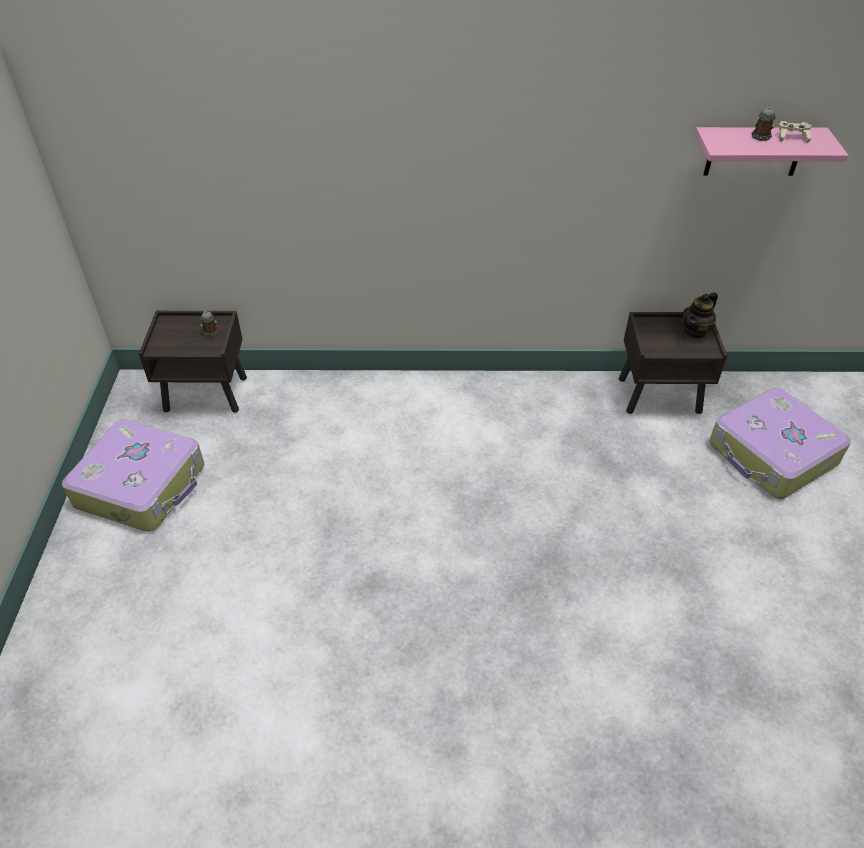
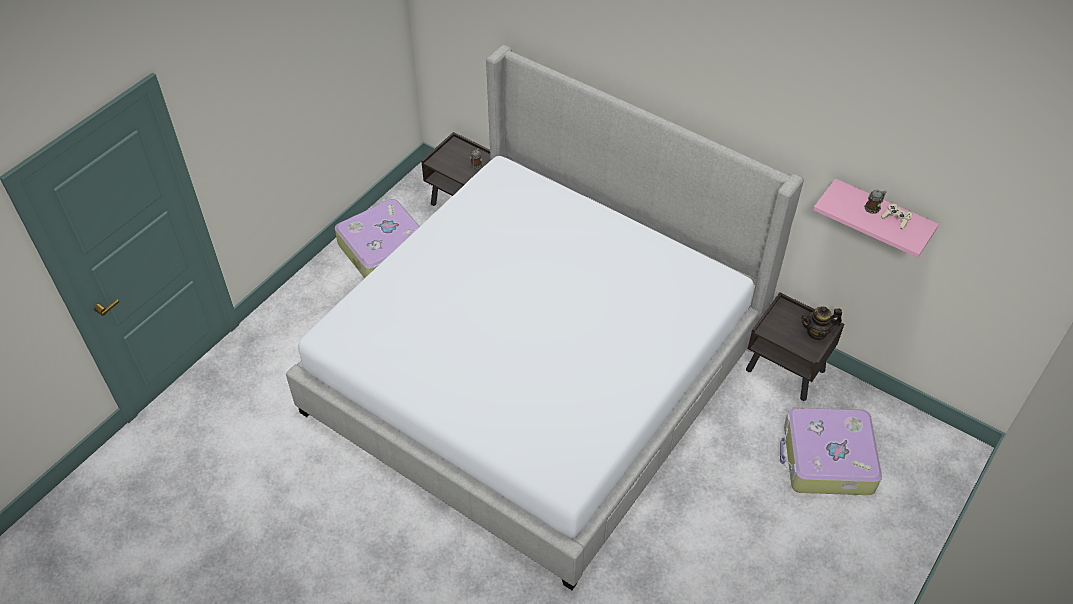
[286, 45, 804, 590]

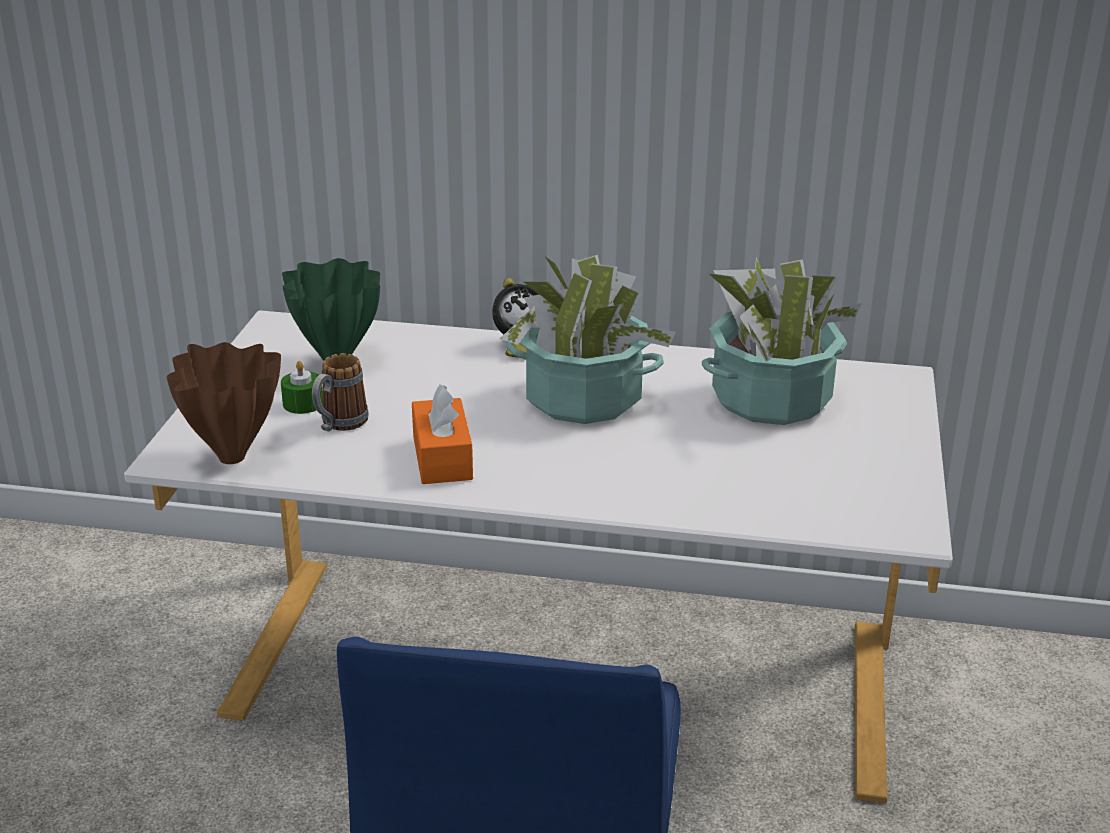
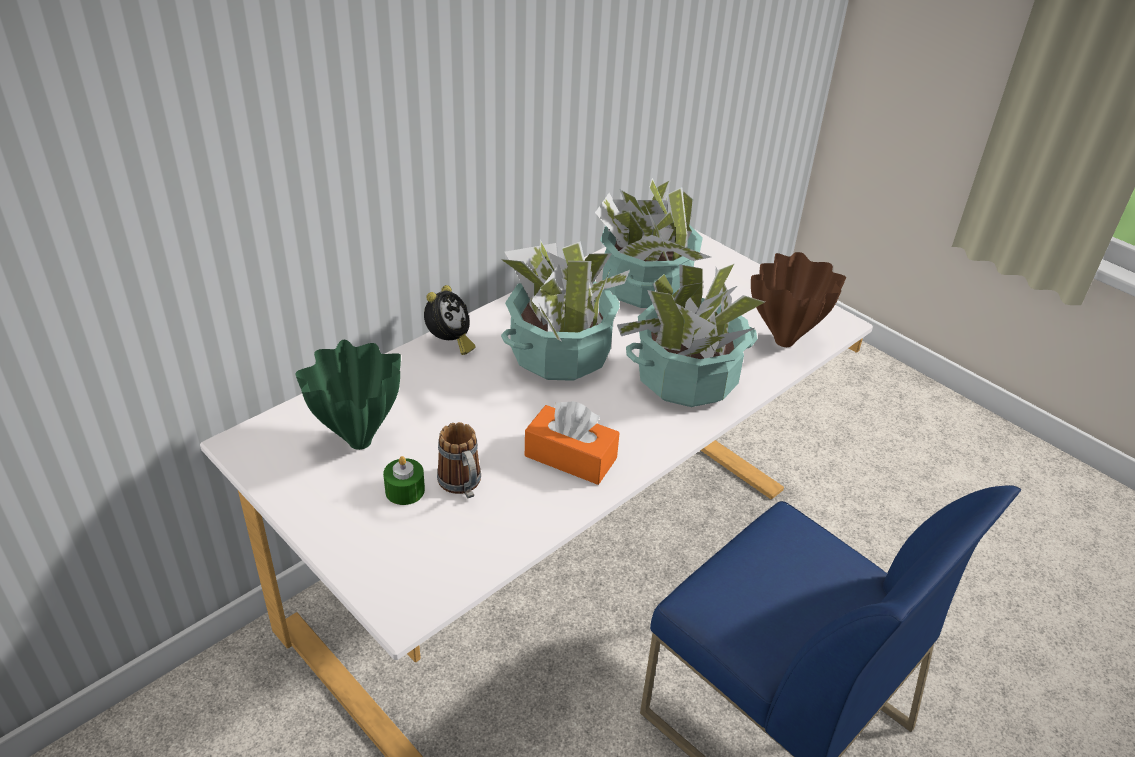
[617, 263, 765, 407]
[751, 252, 846, 347]

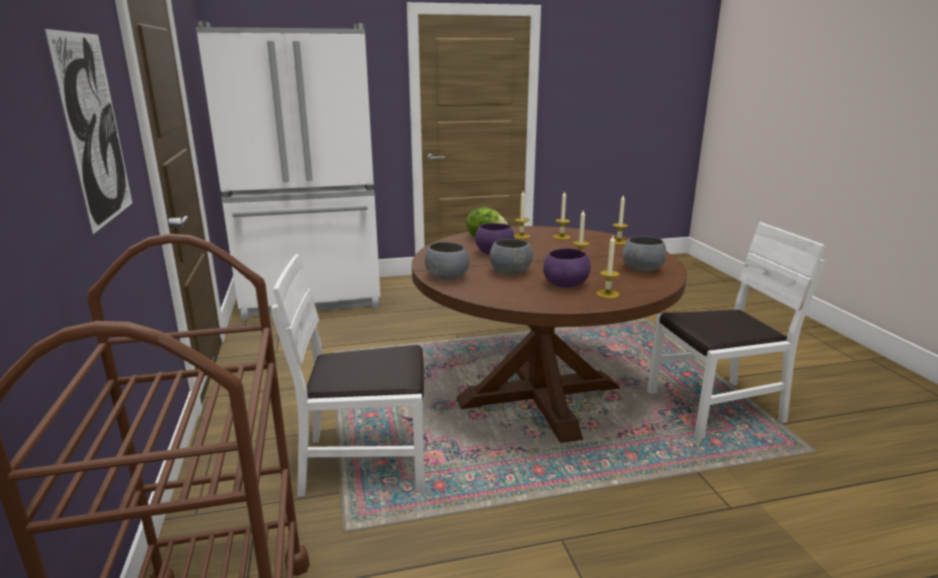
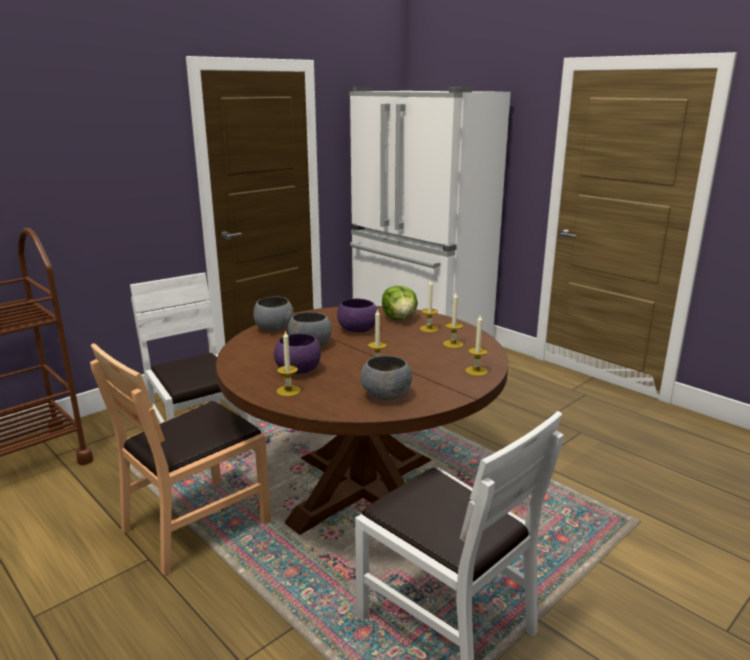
[90, 343, 271, 576]
[45, 29, 132, 234] (first image)

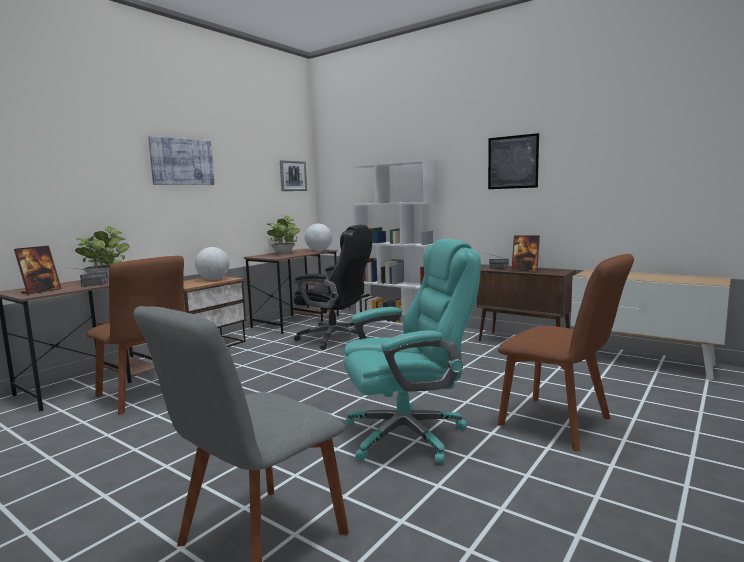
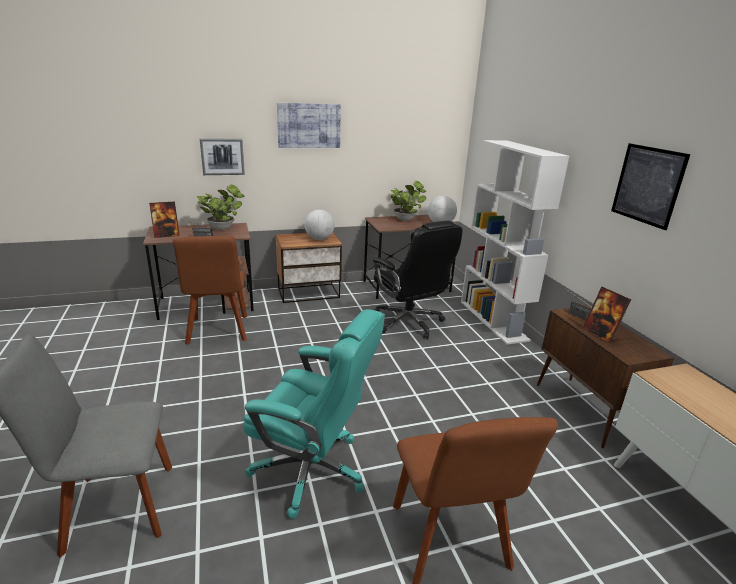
[200, 138, 245, 175]

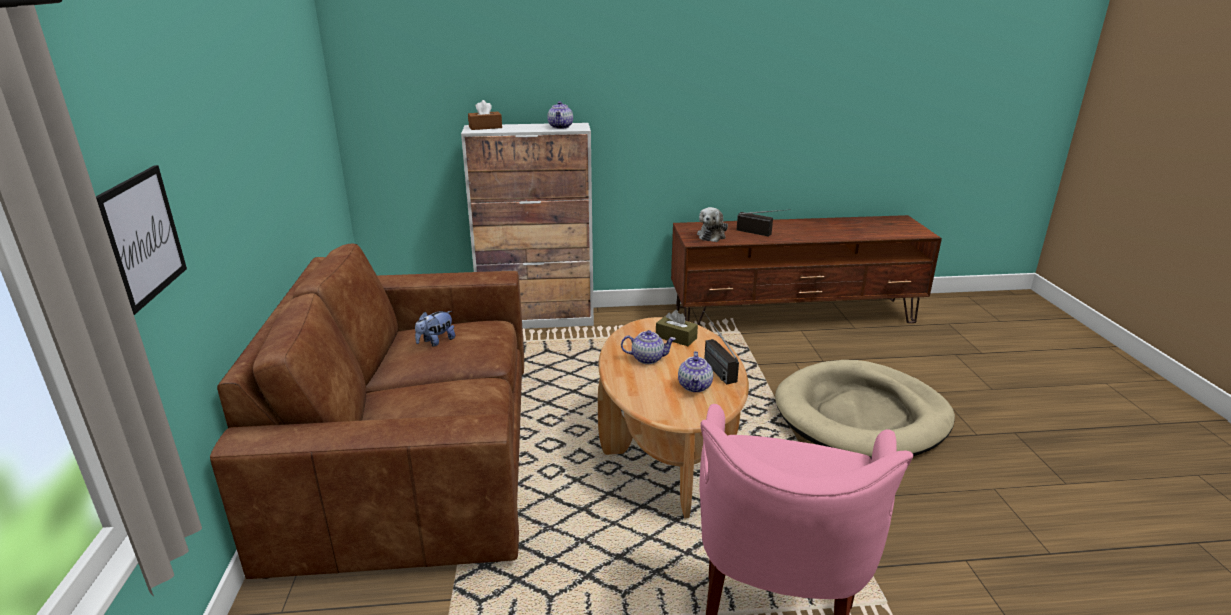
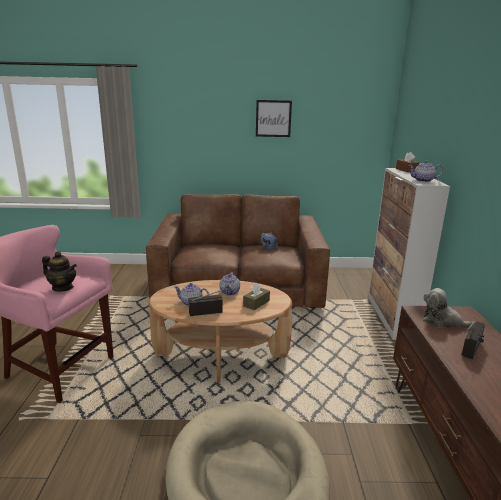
[42, 251, 77, 292]
[256, 100, 292, 137]

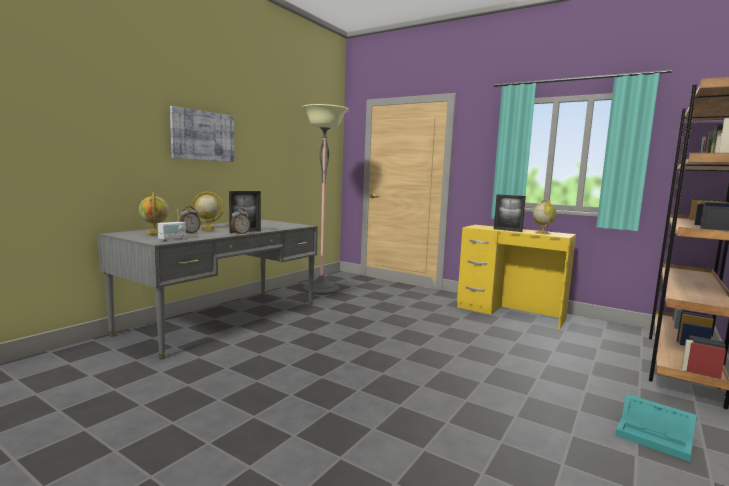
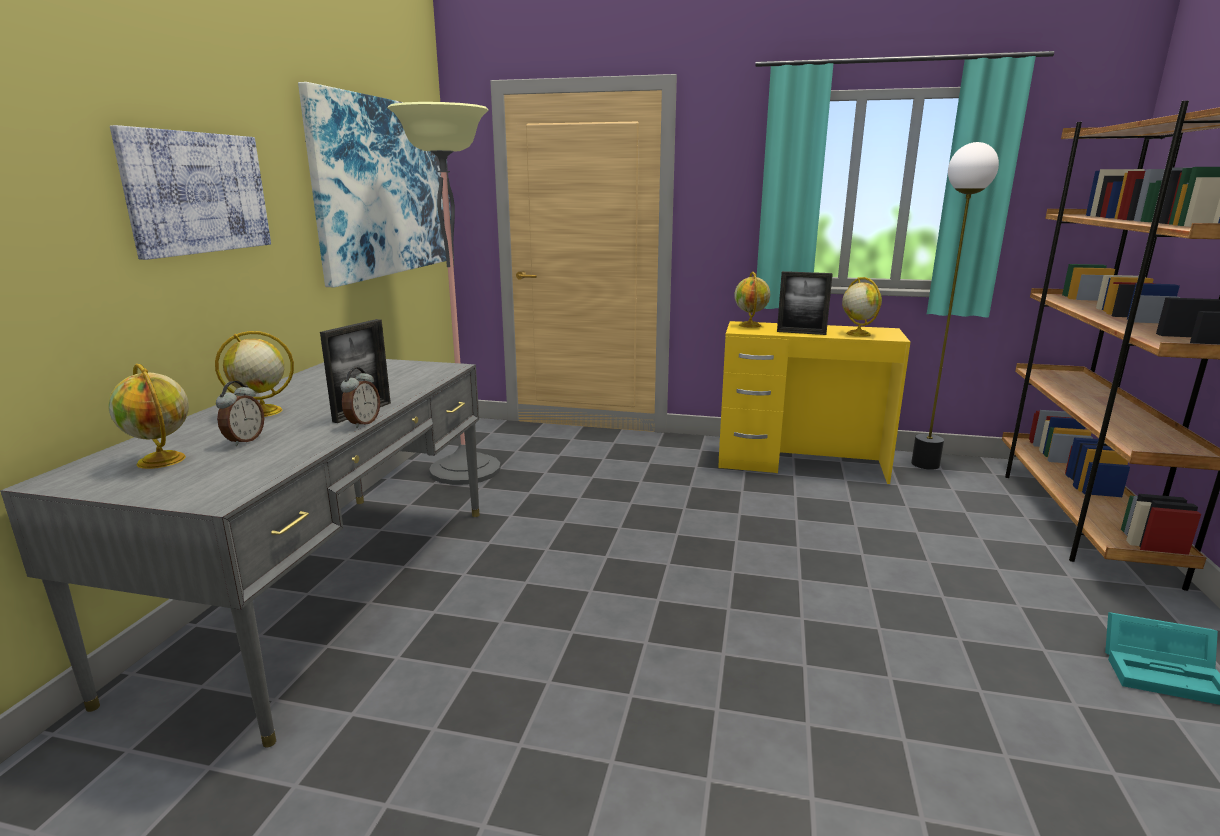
[298, 82, 451, 287]
[734, 272, 770, 328]
[911, 142, 999, 470]
[158, 210, 186, 241] (first image)

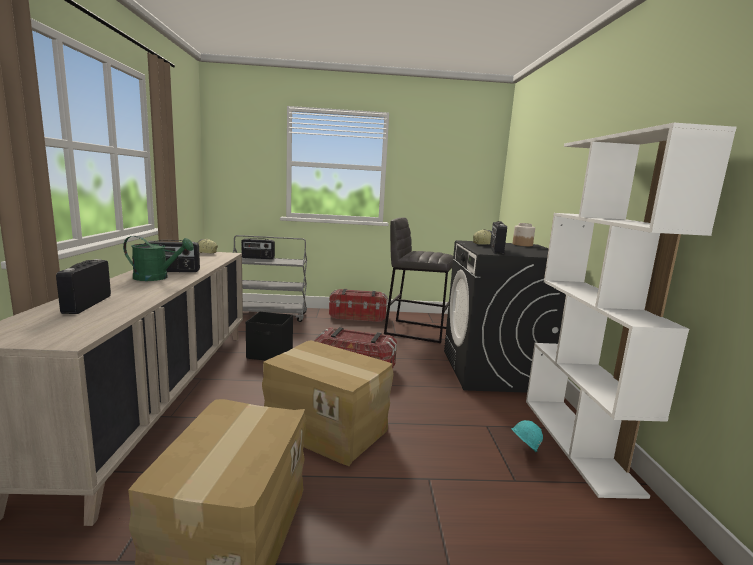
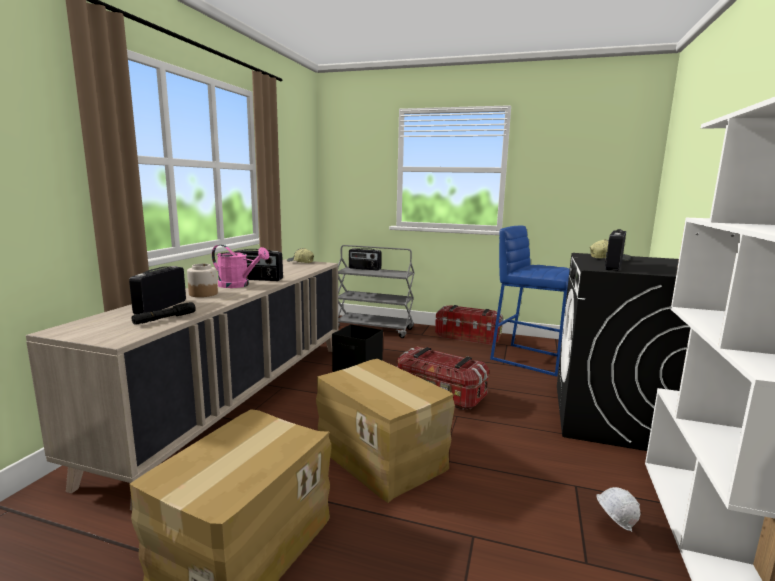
[132, 302, 196, 325]
[187, 264, 218, 297]
[212, 245, 269, 288]
[490, 226, 570, 376]
[596, 487, 640, 532]

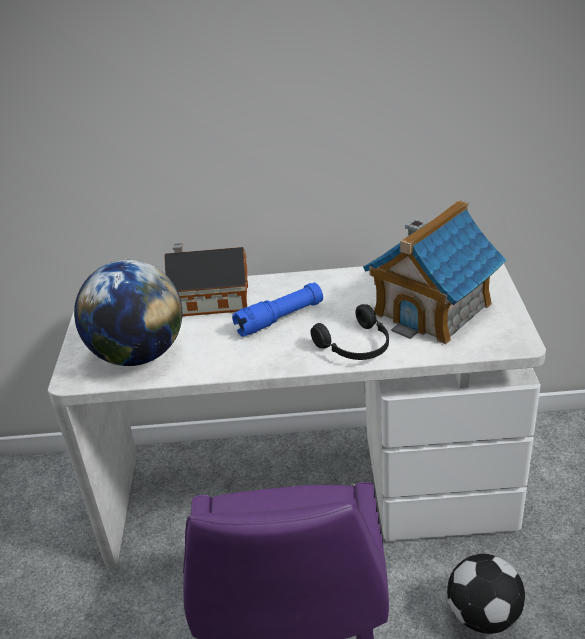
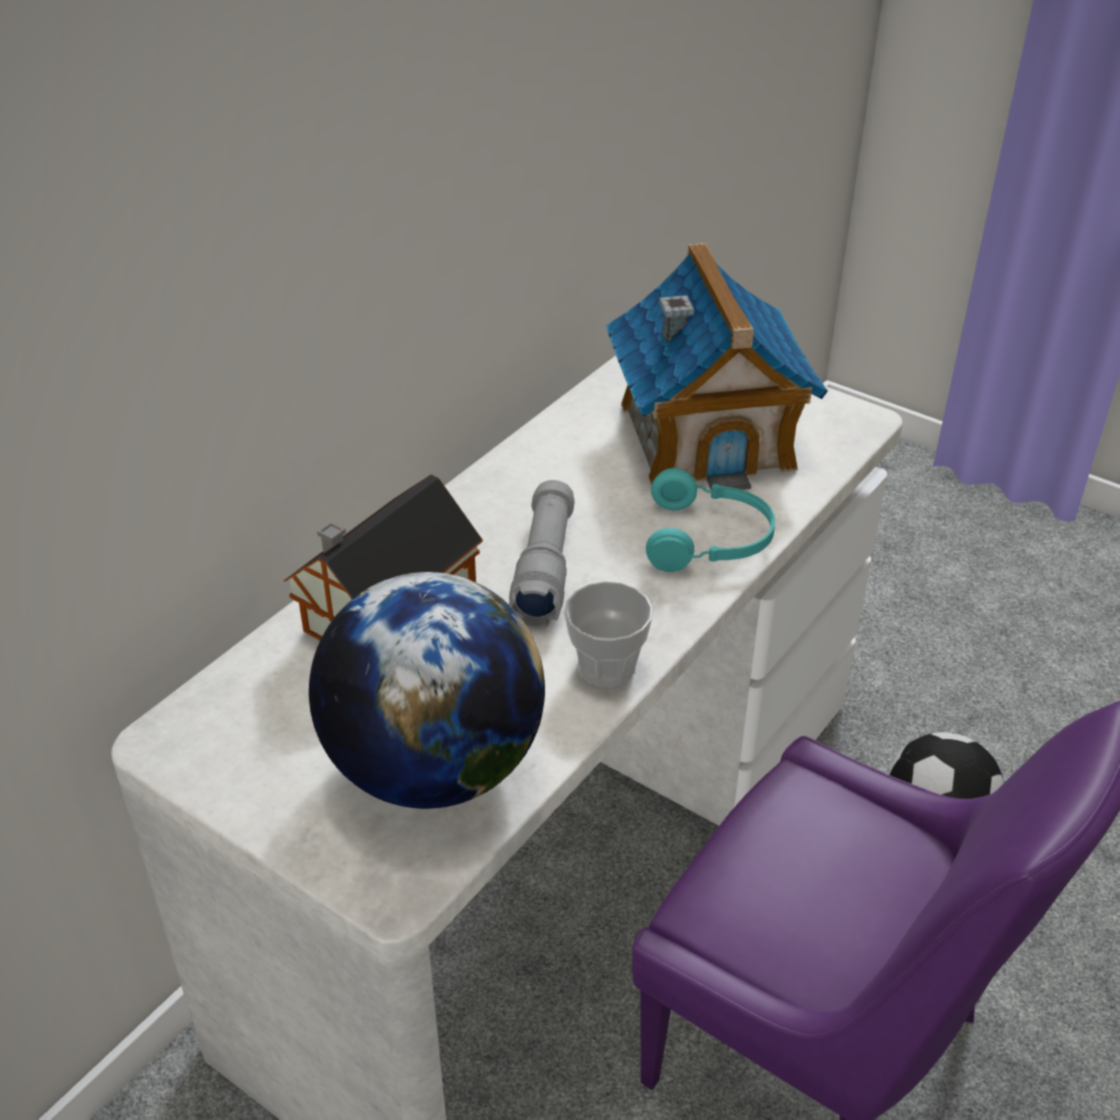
[509, 480, 575, 629]
[564, 581, 653, 687]
[646, 468, 775, 572]

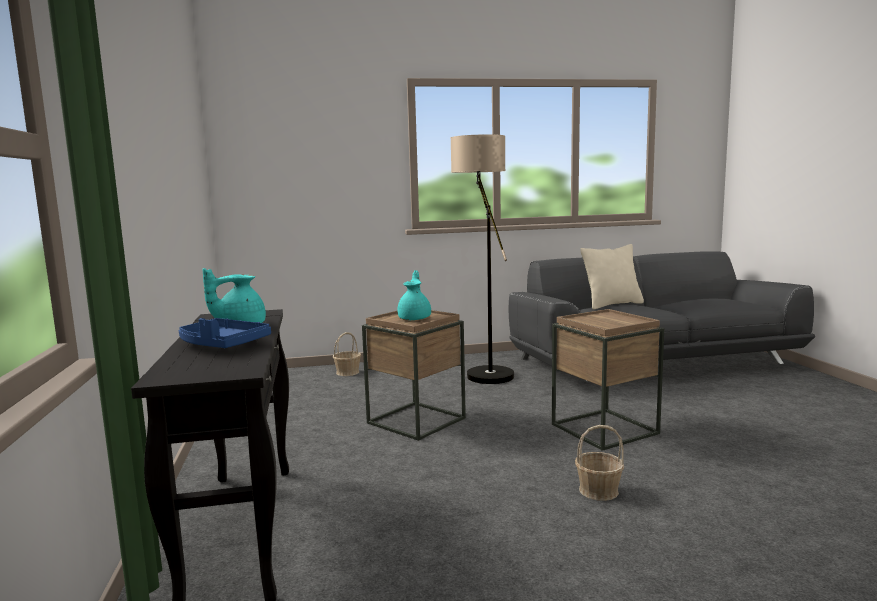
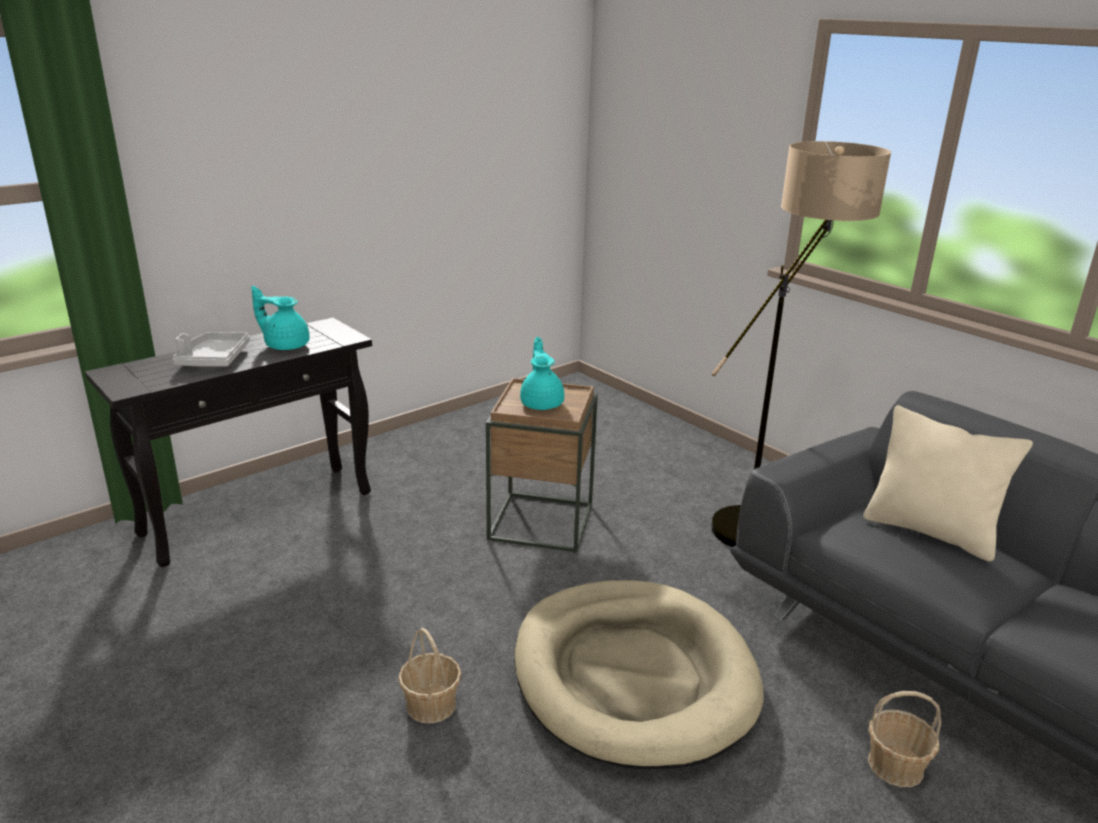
[173, 332, 250, 366]
[514, 580, 764, 769]
[520, 337, 564, 410]
[868, 691, 941, 787]

